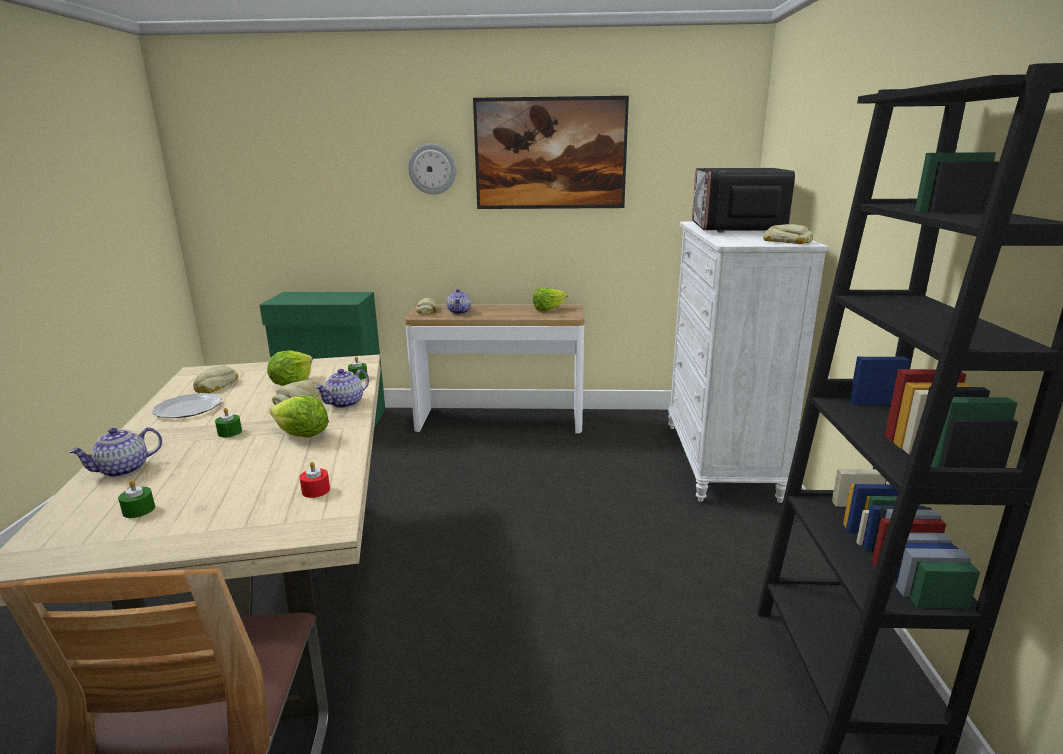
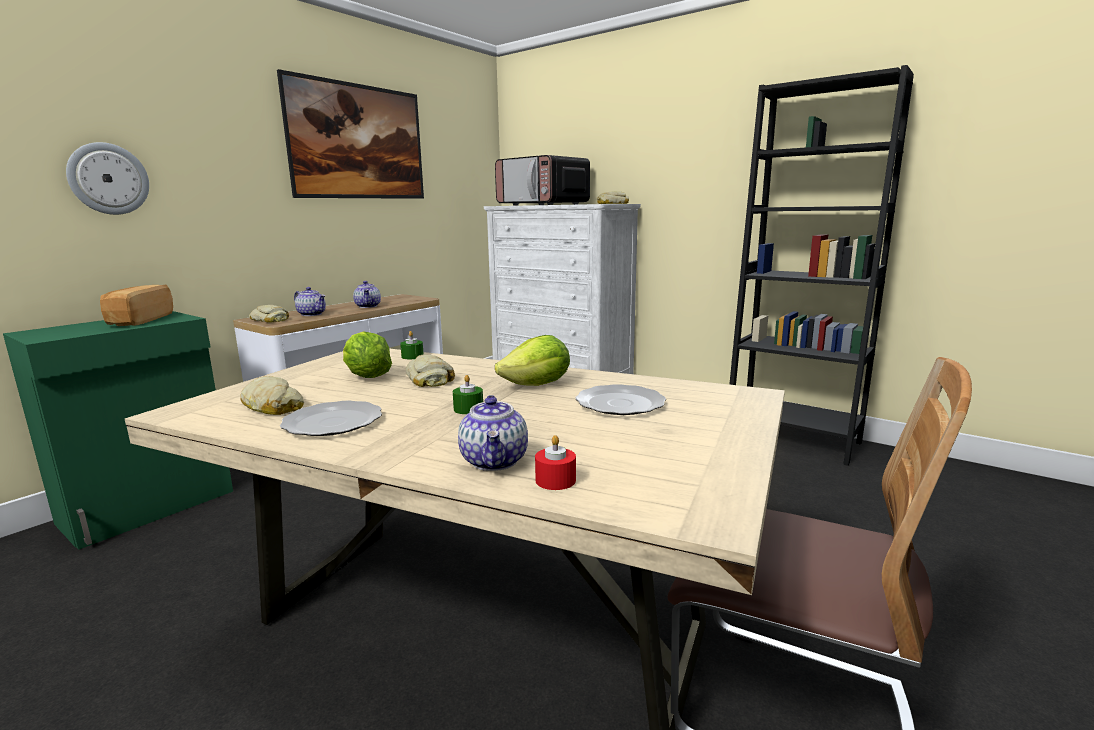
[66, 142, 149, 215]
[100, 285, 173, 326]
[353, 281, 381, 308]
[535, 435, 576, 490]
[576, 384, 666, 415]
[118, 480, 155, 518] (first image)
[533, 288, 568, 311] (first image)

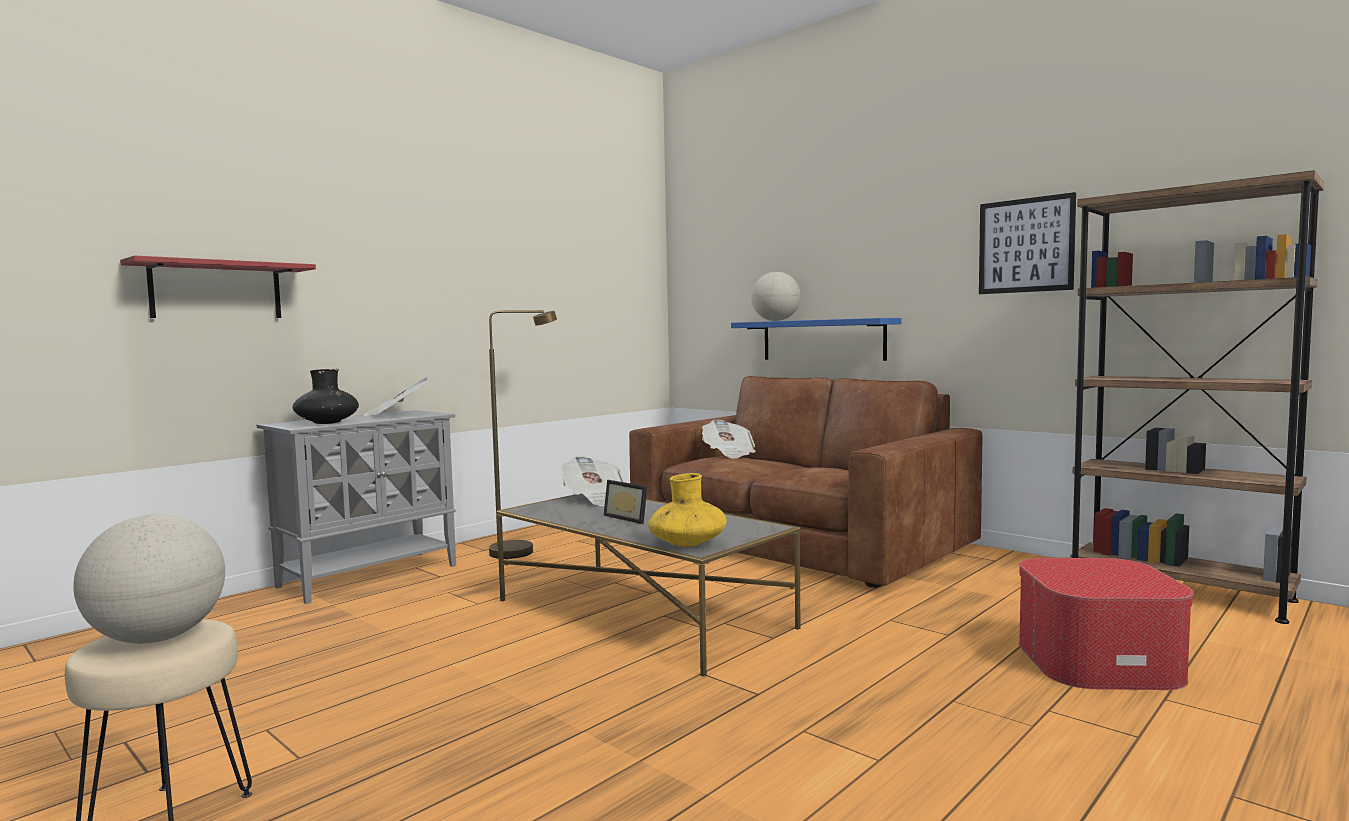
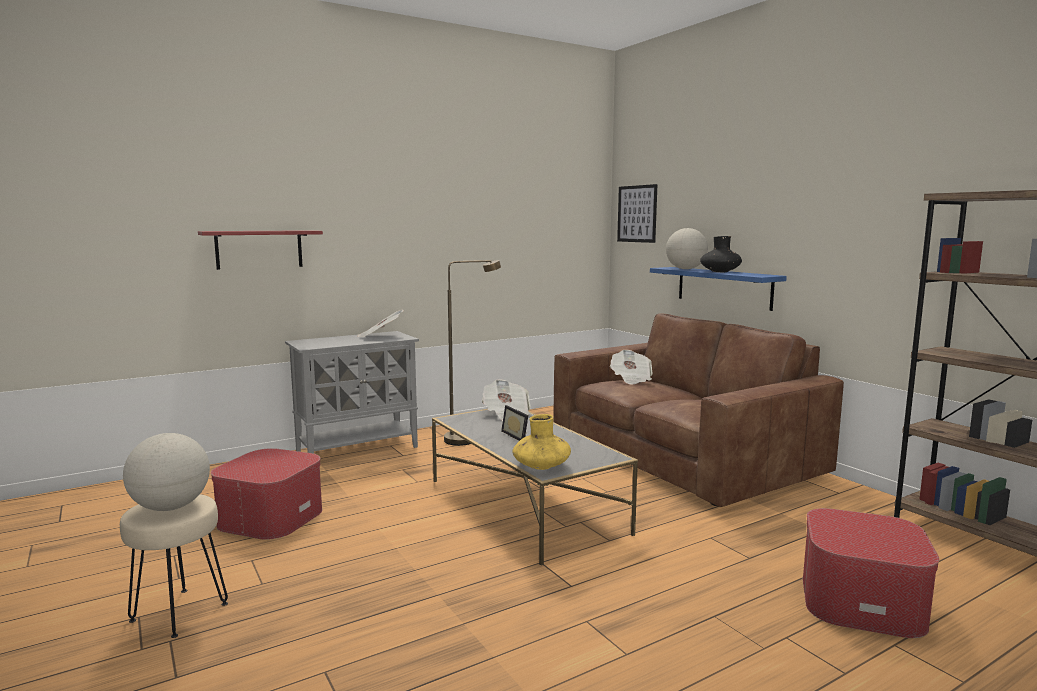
[211, 448, 322, 540]
[617, 184, 658, 243]
[700, 236, 742, 272]

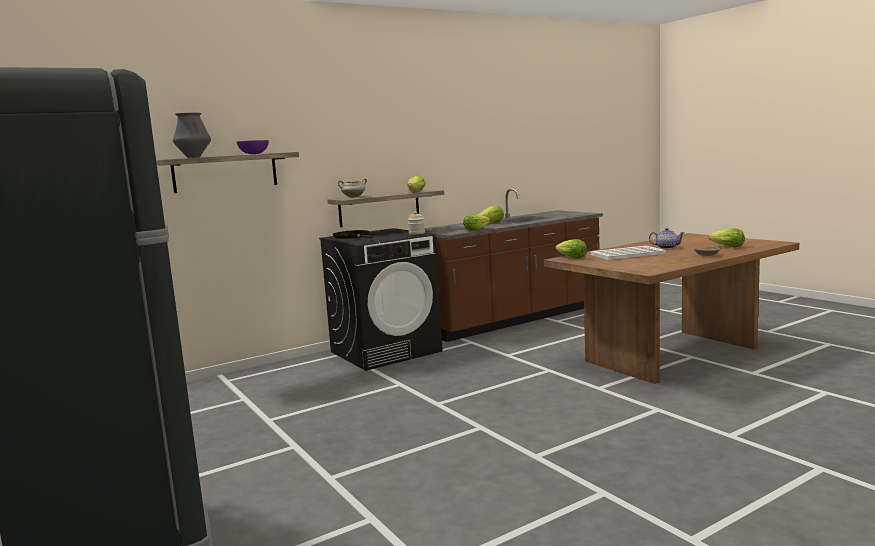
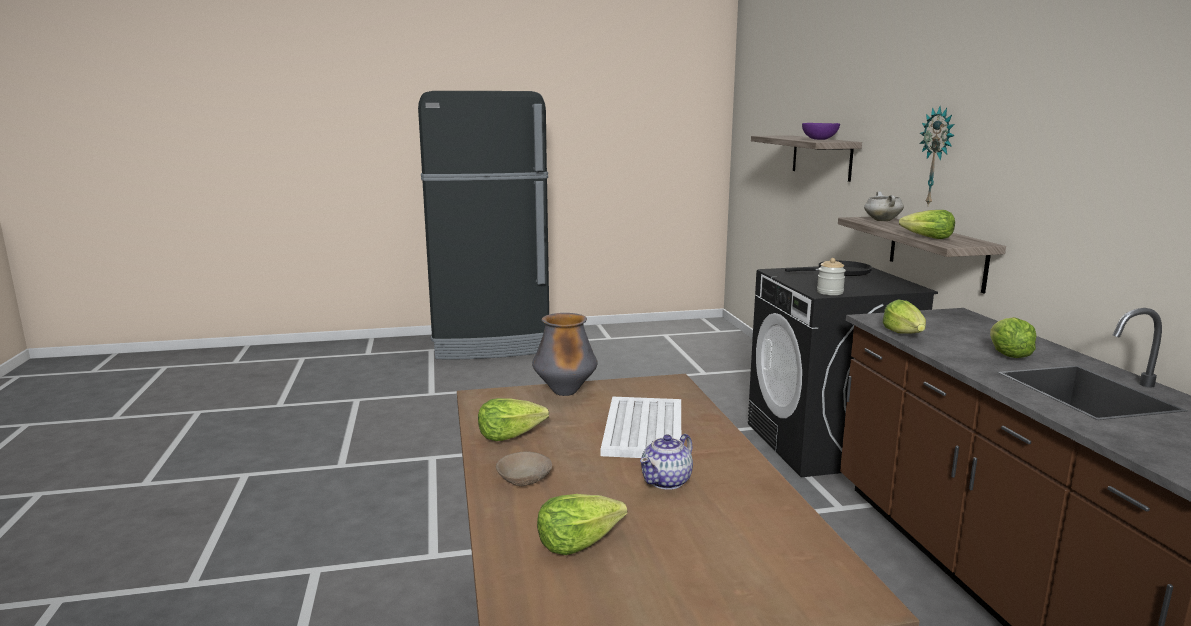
[478, 398, 549, 441]
[532, 313, 598, 396]
[920, 106, 955, 205]

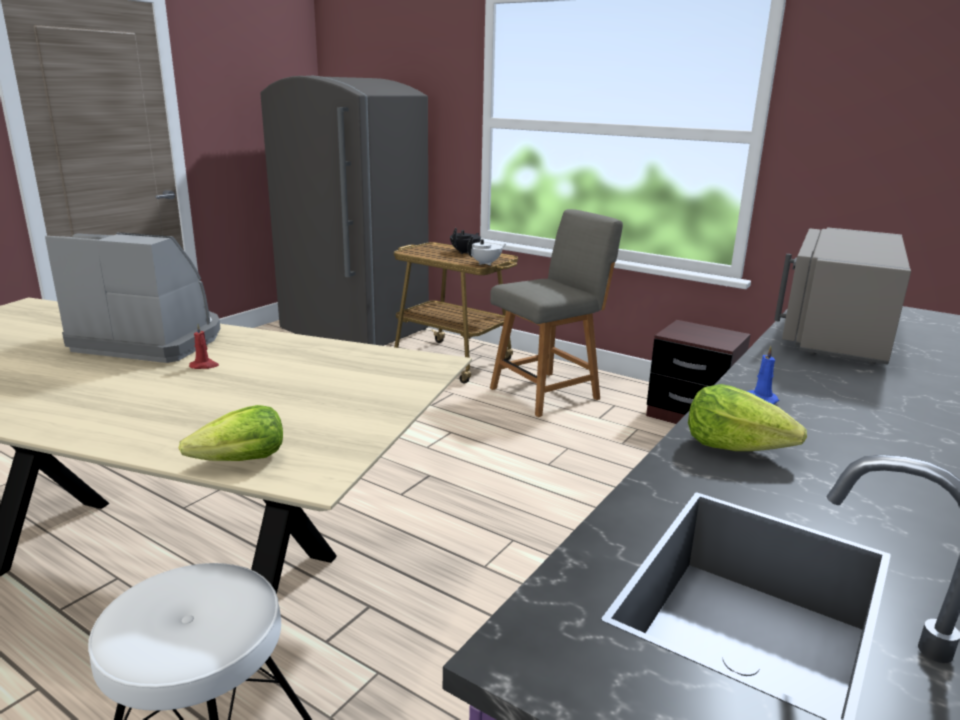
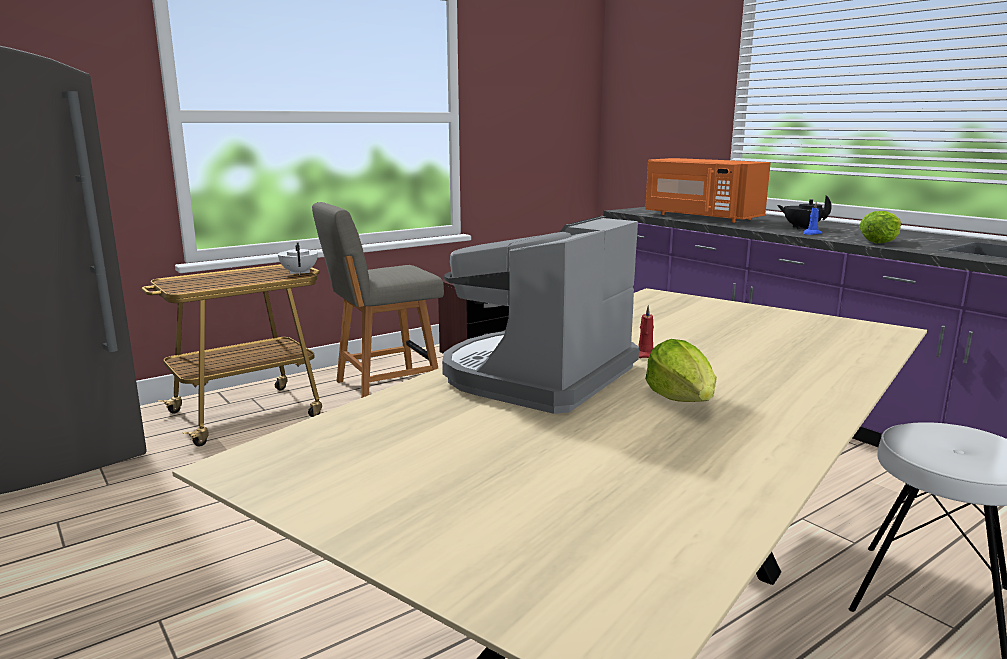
[312, 202, 444, 398]
[645, 158, 771, 223]
[645, 339, 717, 402]
[777, 195, 832, 229]

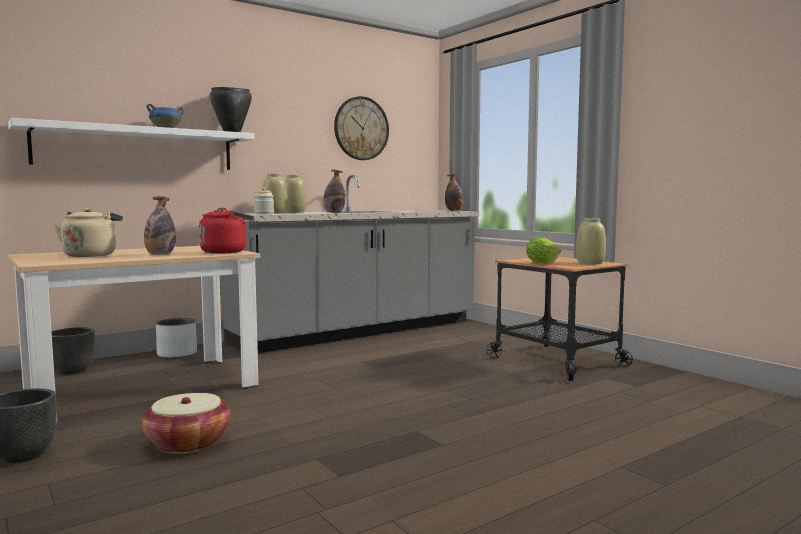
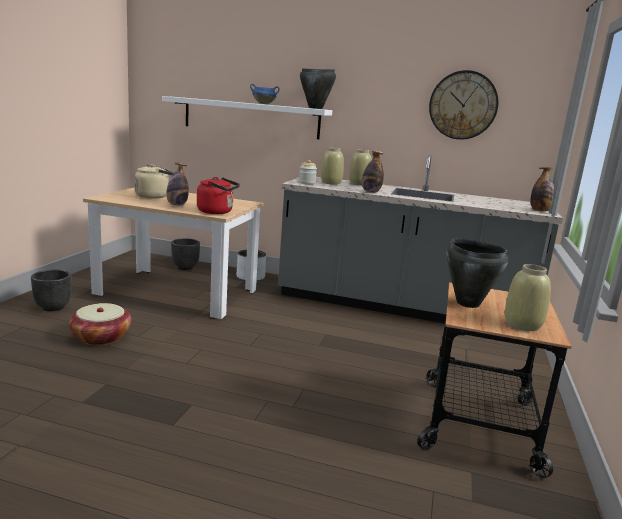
[446, 238, 509, 308]

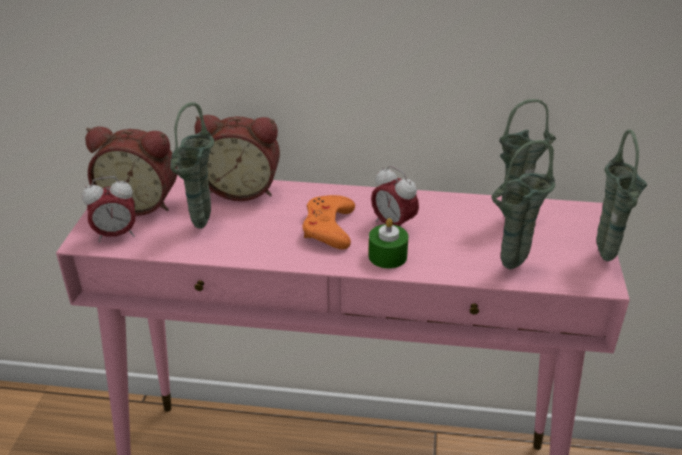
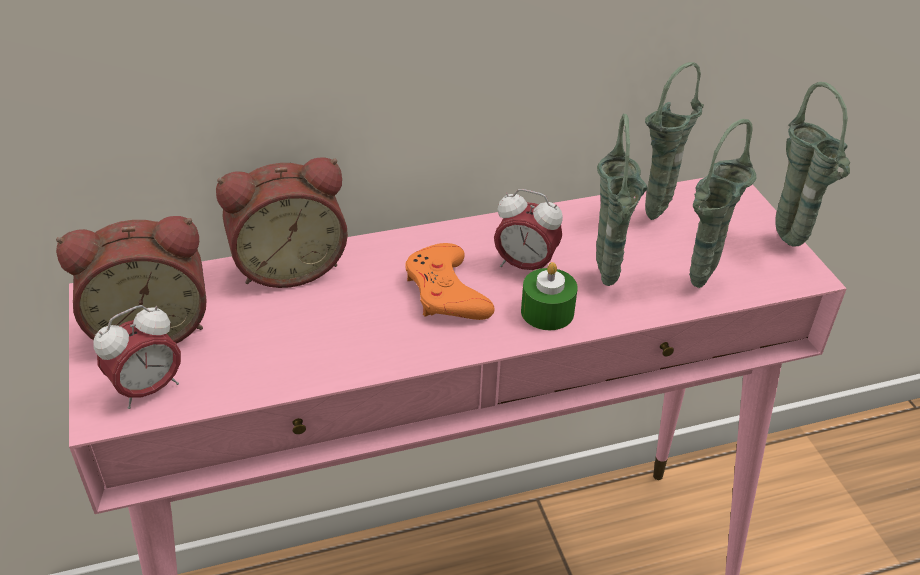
[596, 114, 647, 286]

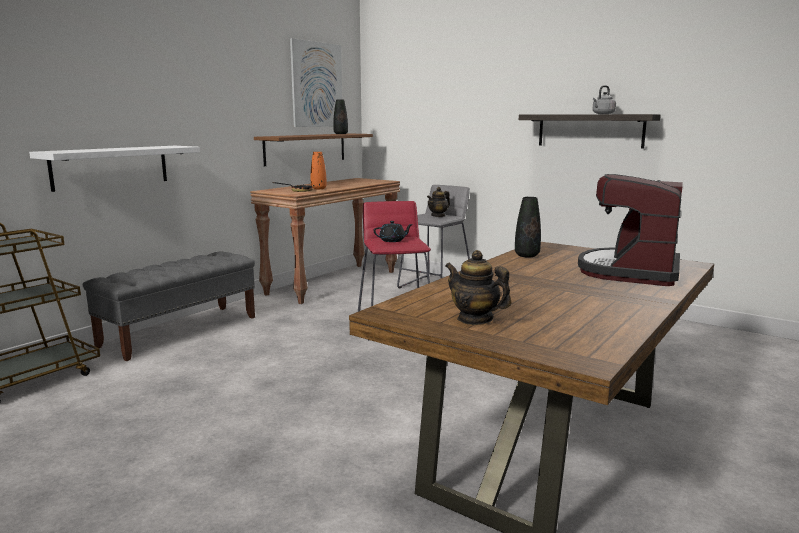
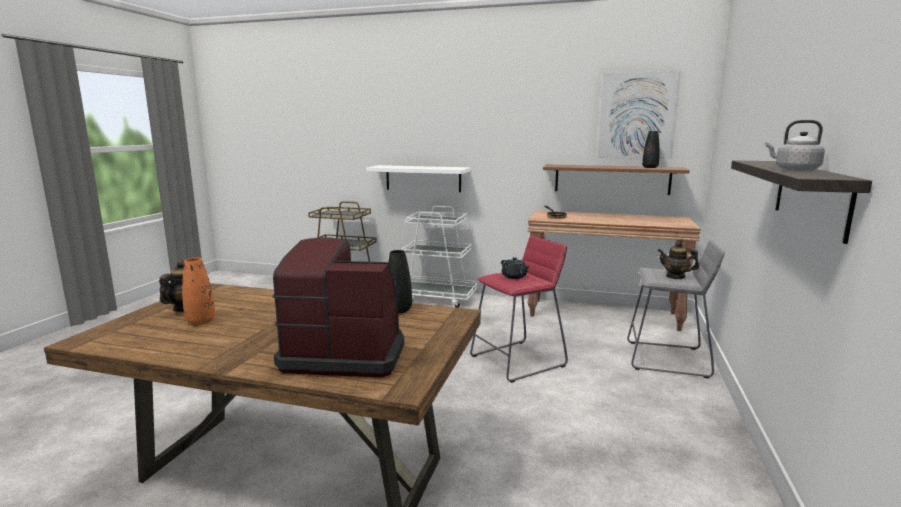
[182, 258, 215, 325]
[401, 206, 477, 308]

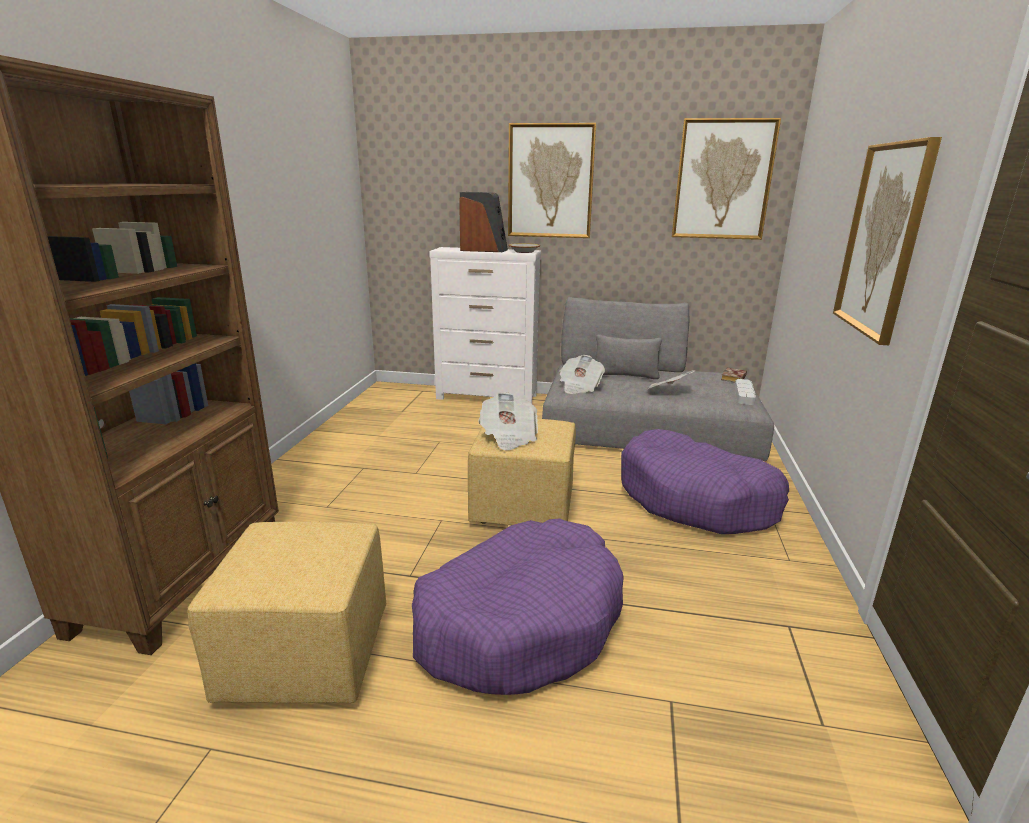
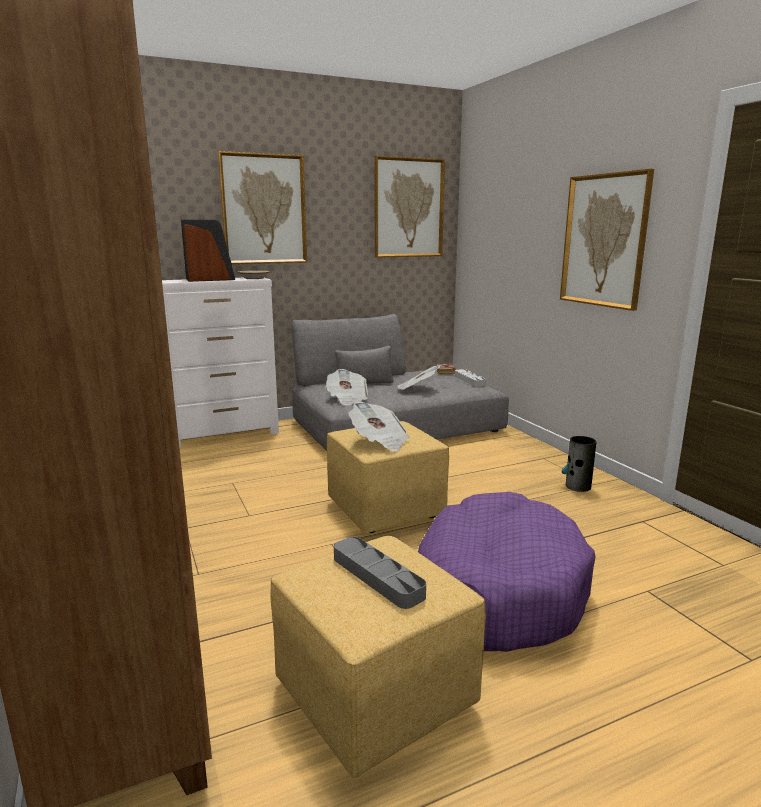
[334, 537, 426, 609]
[562, 436, 596, 492]
[621, 429, 789, 534] (first image)

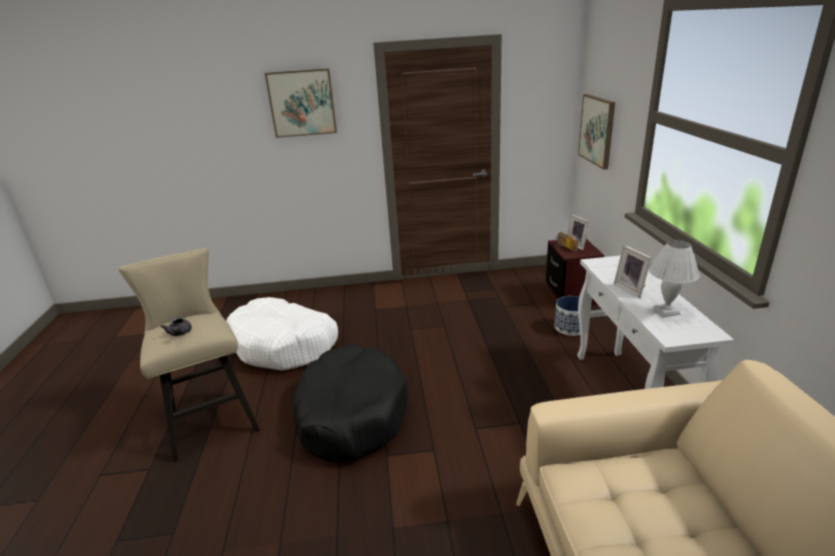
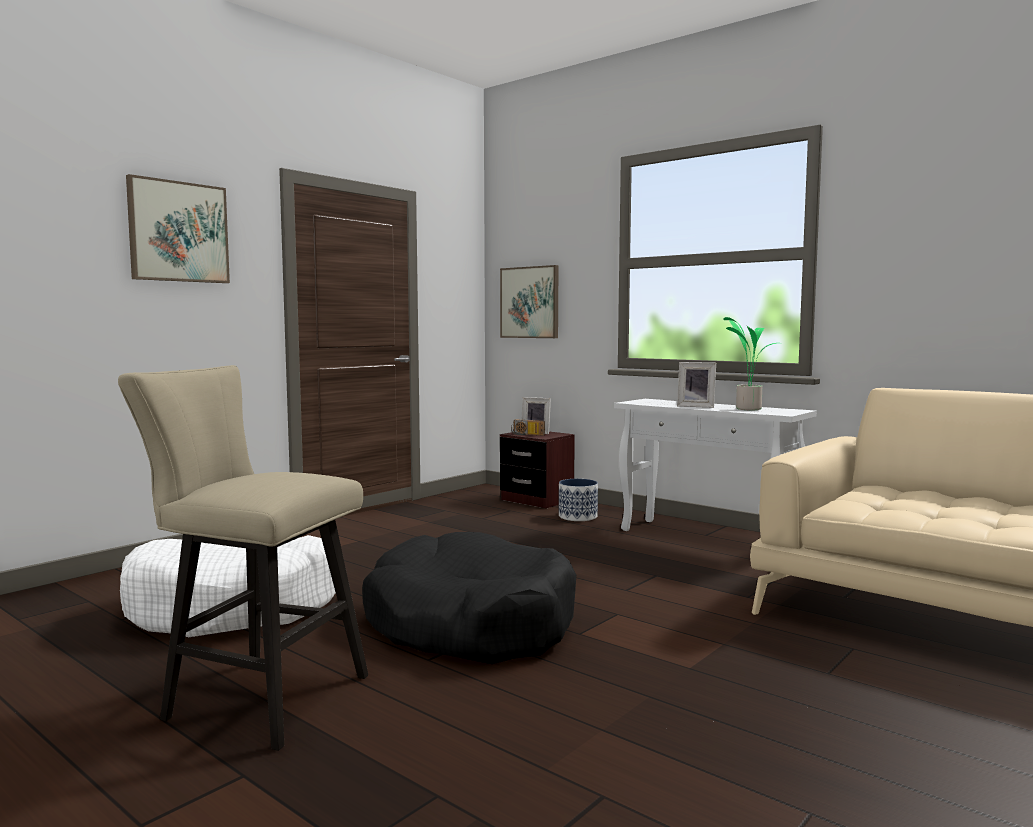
[723, 317, 776, 410]
[160, 317, 192, 336] (first image)

